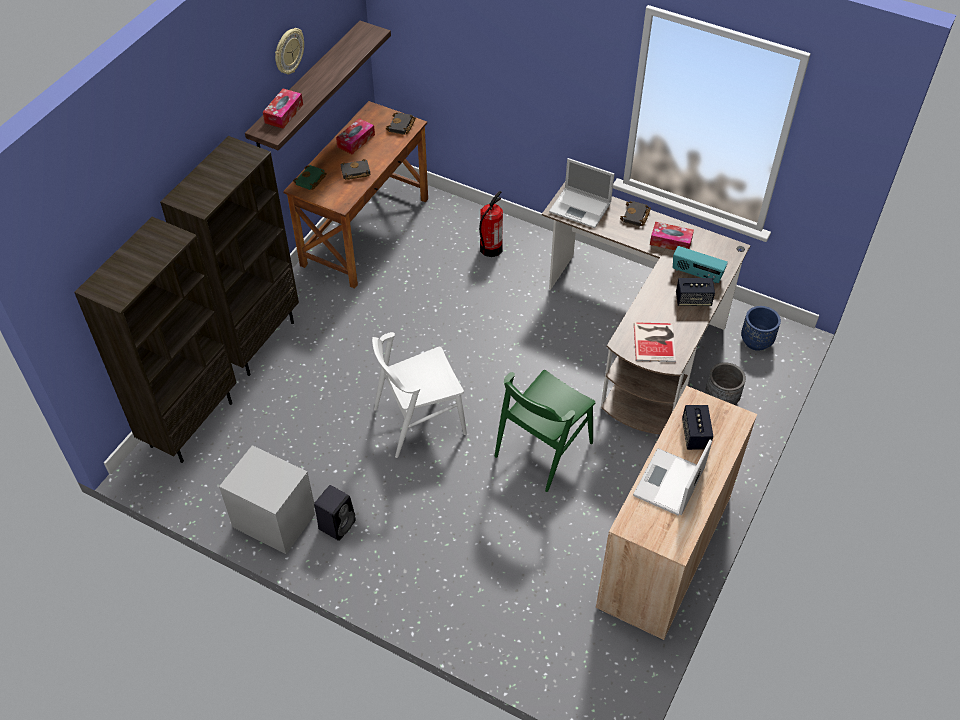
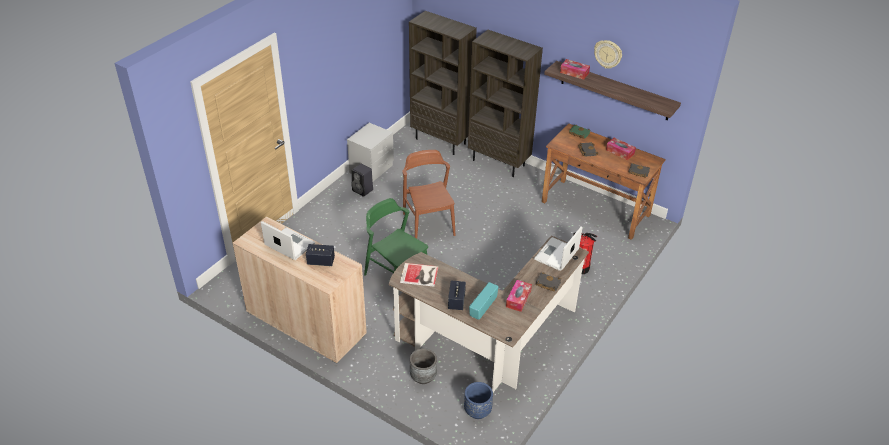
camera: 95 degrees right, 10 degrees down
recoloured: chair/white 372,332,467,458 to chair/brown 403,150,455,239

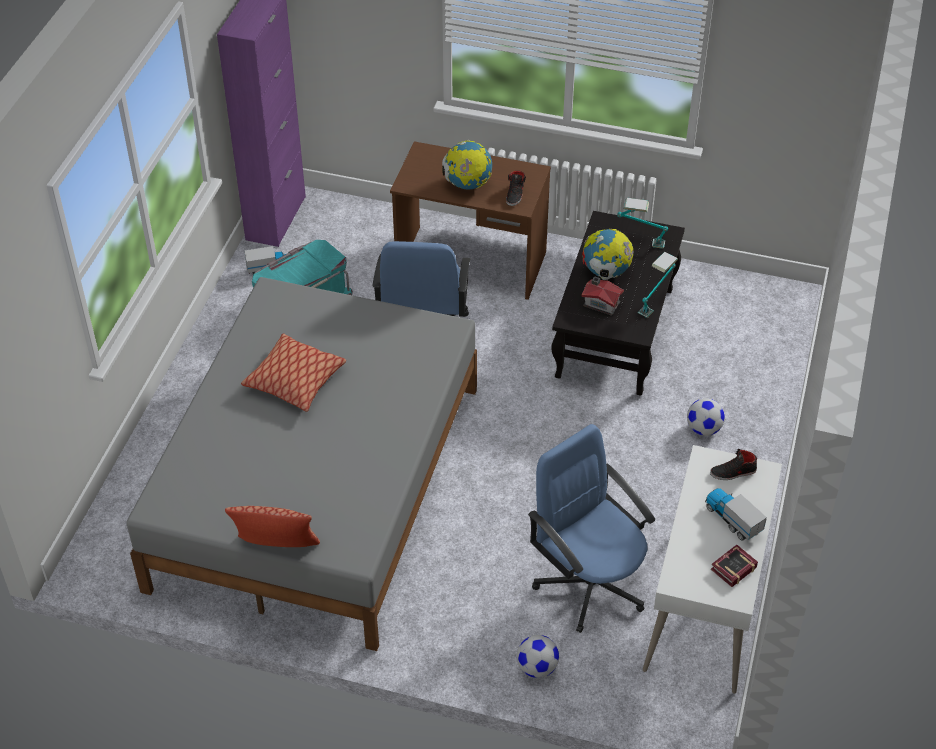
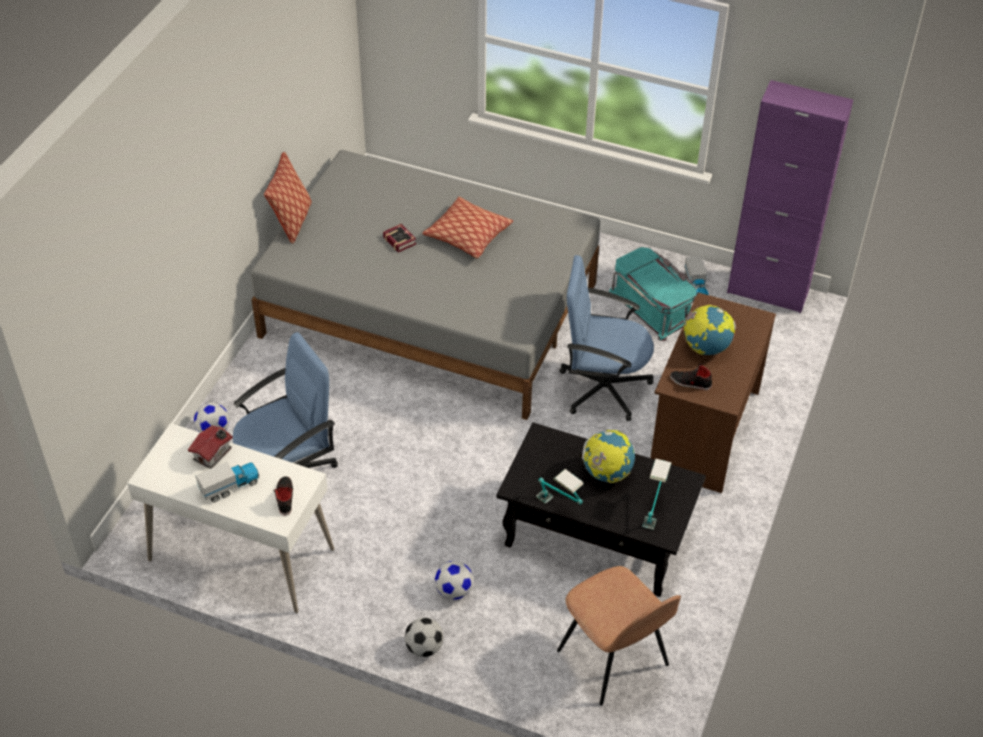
camera: 95 degrees right, 0 degrees up
added: chair/brown 557,566,681,705; ball for football 405,618,444,657
moved: model house 581,276,624,316 to 188,425,233,469; bound book 711,545,758,587 to 383,224,416,253

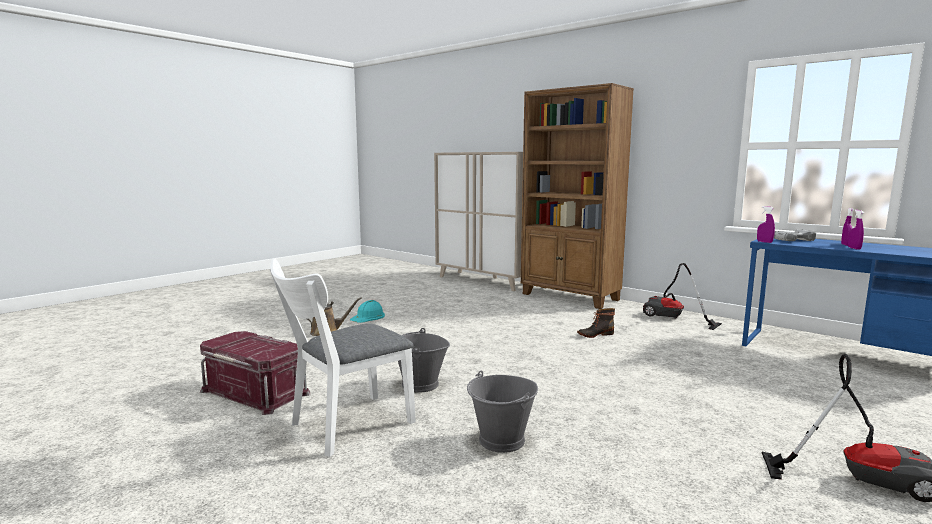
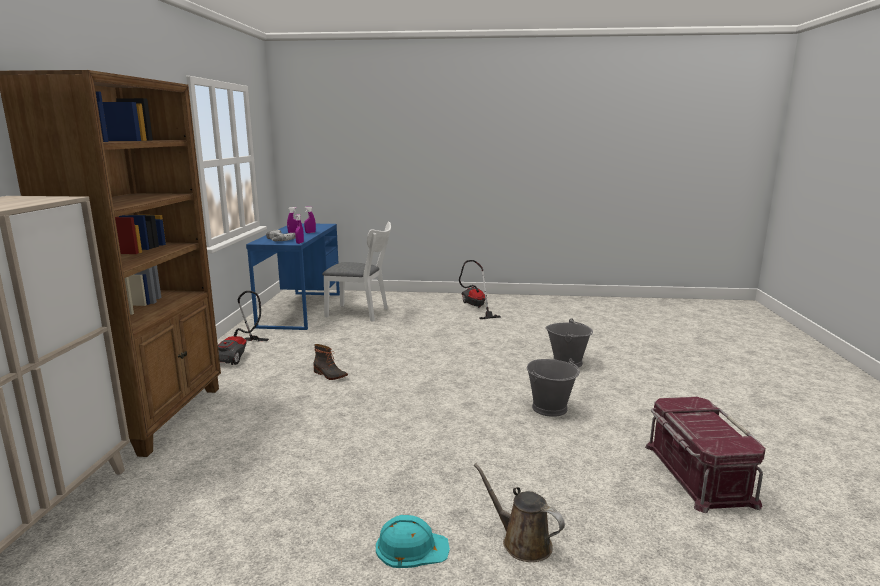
camera: 125 degrees left, 5 degrees up
moved: chair/white 270,258,416,457 to 322,222,391,322

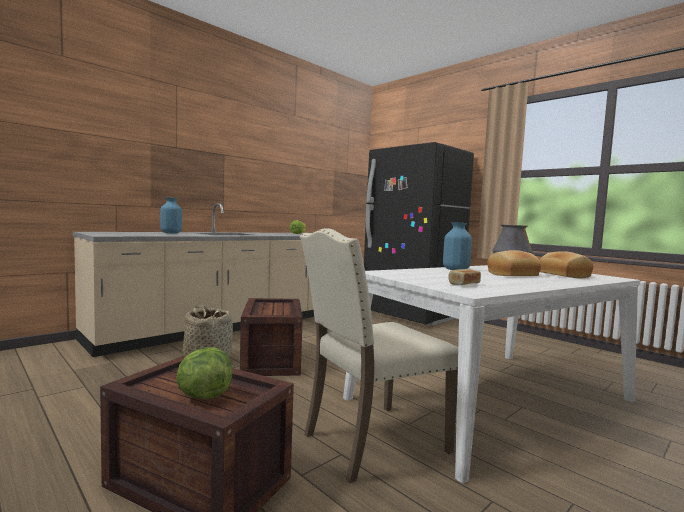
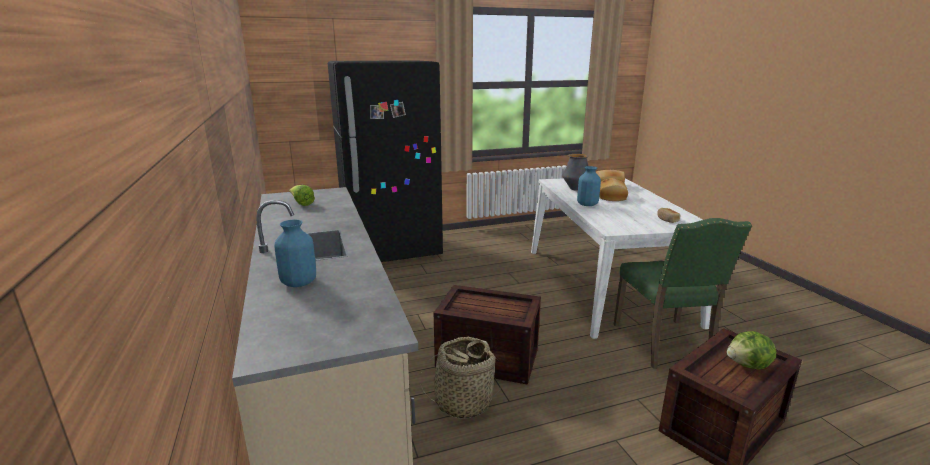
camera: 65 degrees left, 15 degrees up
recoloured: chair/sand-coloured 300,228,458,483 to chair/green 614,218,752,369

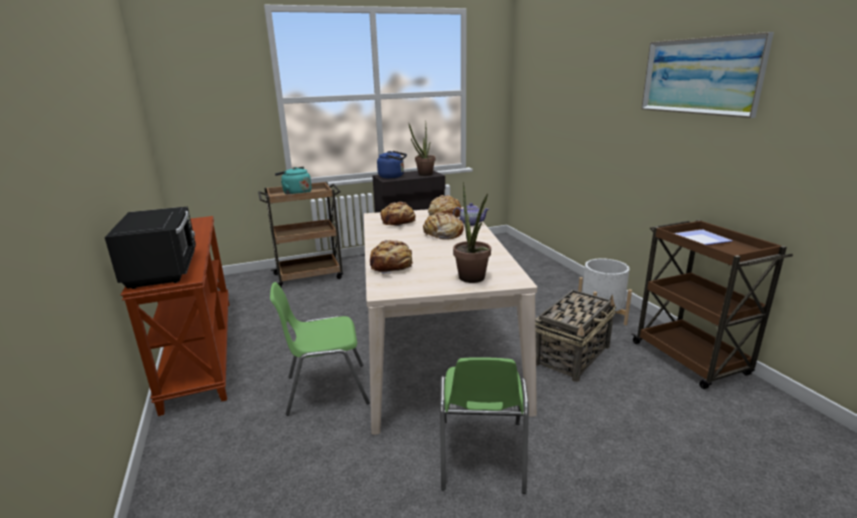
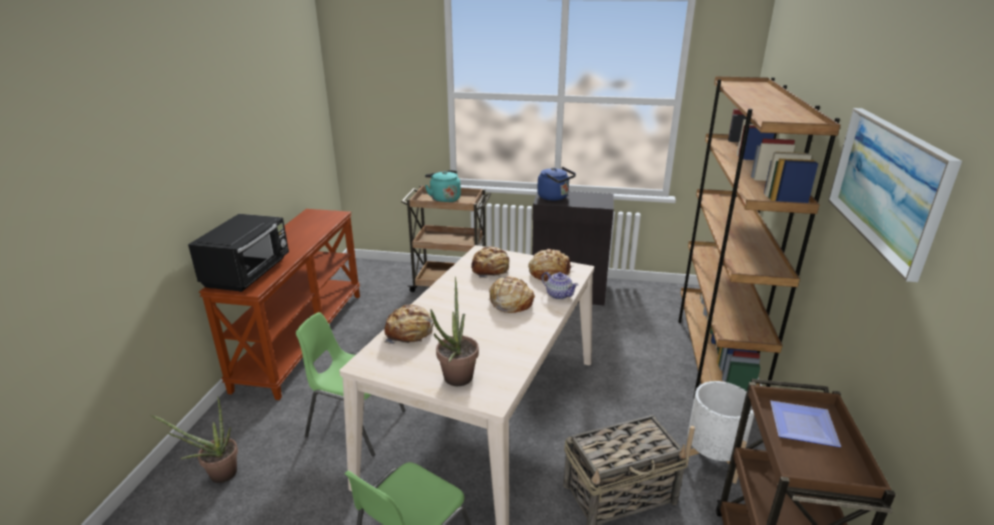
camera: 30 degrees right, 5 degrees up
added: bookshelf/brown 678,76,840,398
moved: plant in a pot 409,124,435,176 to 151,396,238,483

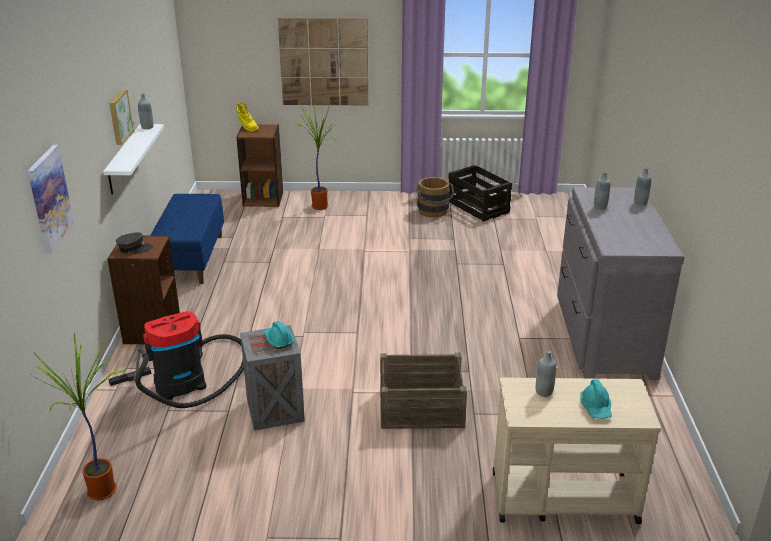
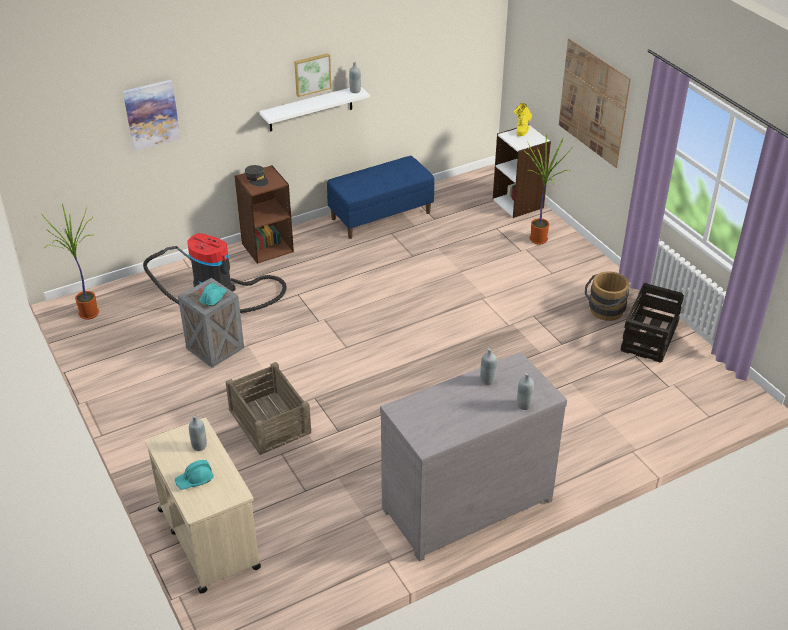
camera: 60 degrees right, 10 degrees up
recoloured: bookshelf/brown 236,124,283,207 to bookshelf/white 493,124,551,218

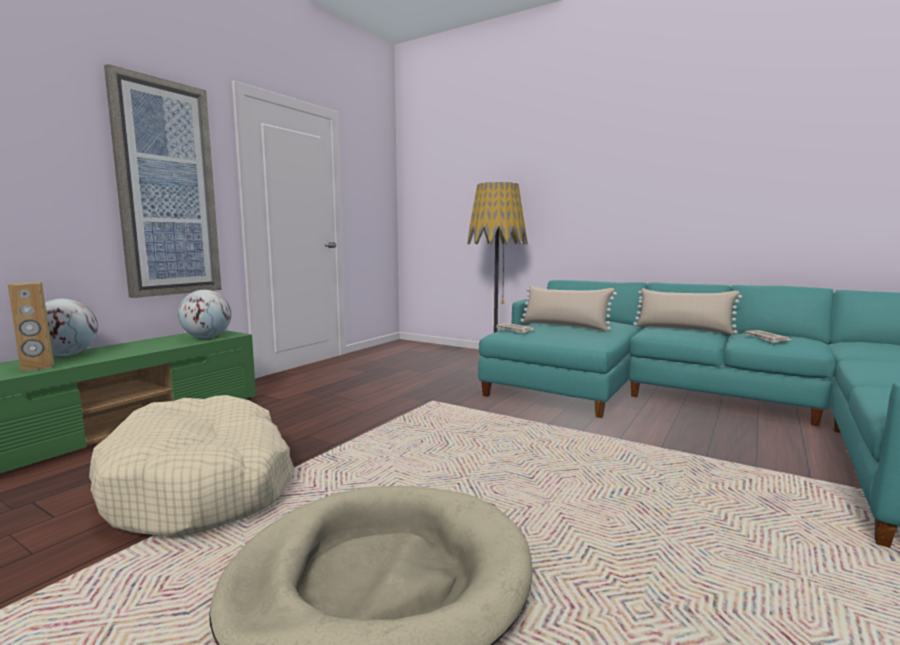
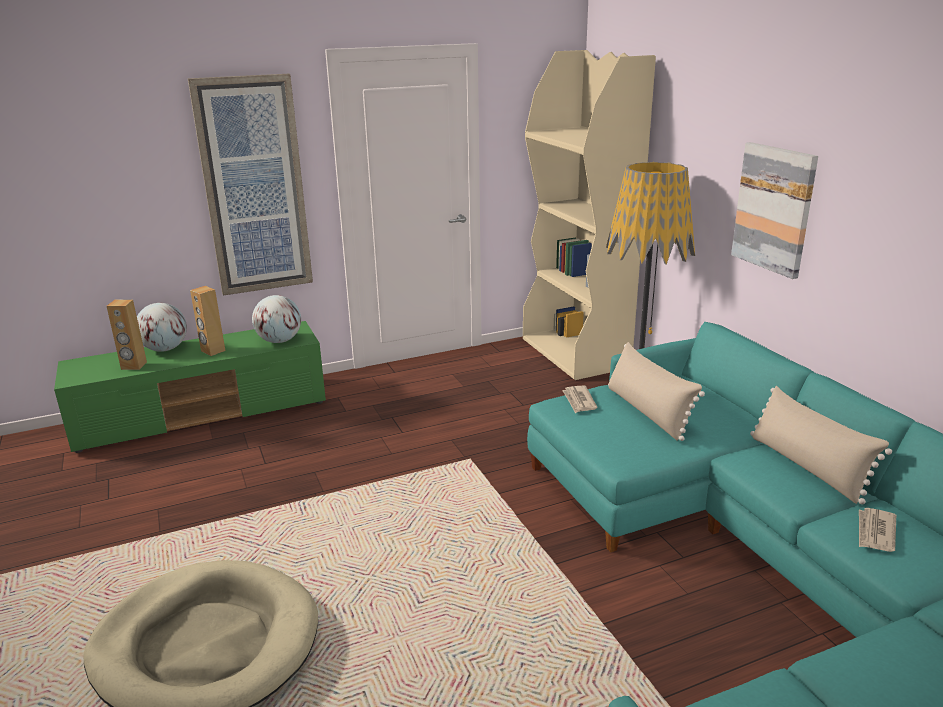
camera: 35 degrees right, 15 degrees up
removed: pet bed/sand-coloured 89,395,294,537
added: bookshelf/sand-coloured 523,50,656,380; wall art 731,142,818,279; speaker/brown 190,286,225,356

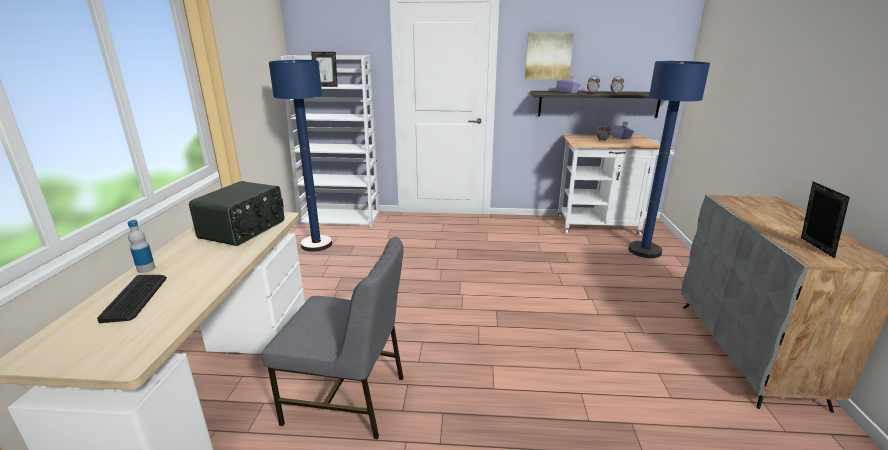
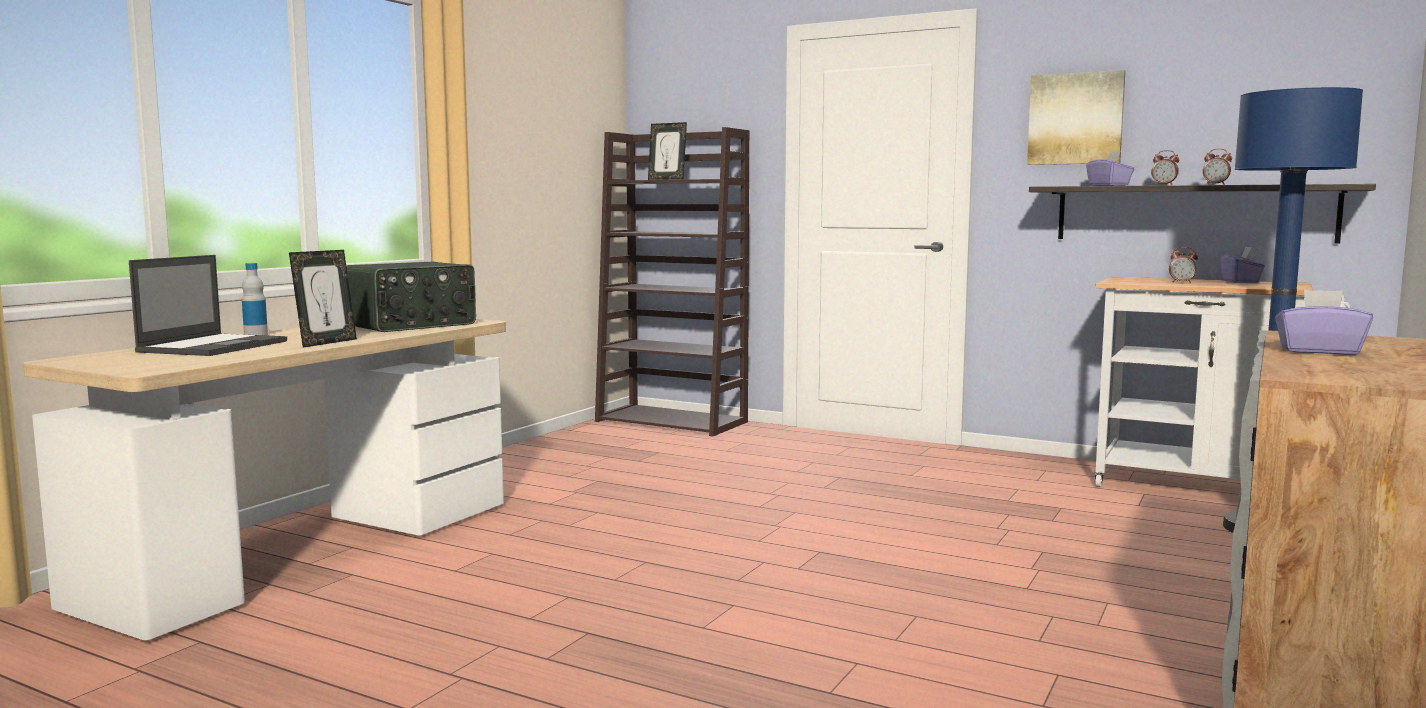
camera: 25 degrees right, 15 degrees down
removed: standing lamp/blue 269,60,332,252; chair/gray 262,237,404,439
added: tissue box/purplish 1275,290,1373,355
moved: picture frame 801,182,850,258 to 289,250,357,348
replaced: keyboard 97,275,167,323 to notebook computer 129,255,287,356
recoloured: bookshelf/white 281,55,380,227 to bookshelf/brown 595,127,749,436

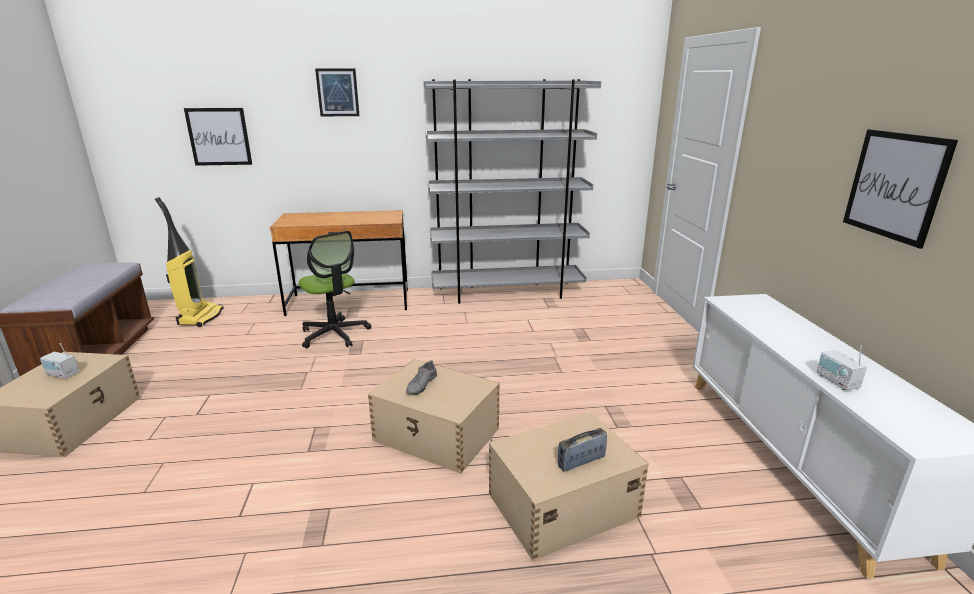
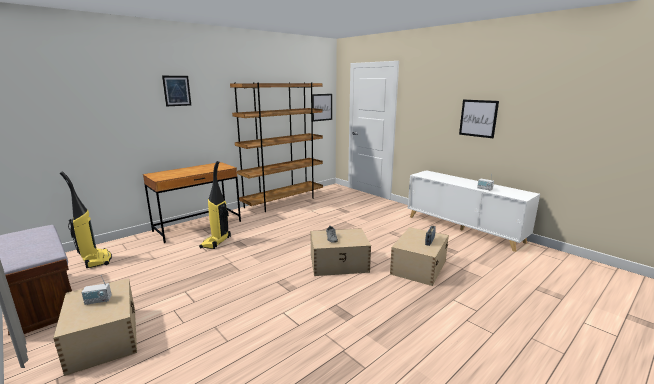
camera: 35 degrees left, 5 degrees down
moved: wall art 184,108,252,166 to 312,94,332,122
replaced: computer chair 299,231,371,348 to vacuum 199,161,231,249
recoloured: bookshelf/gray 423,79,601,304 to bookshelf/brown 230,82,323,212

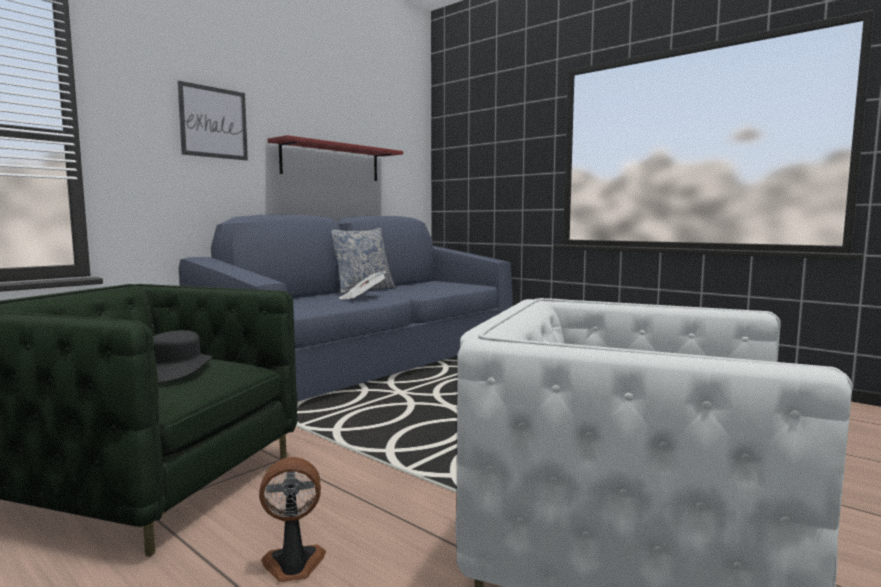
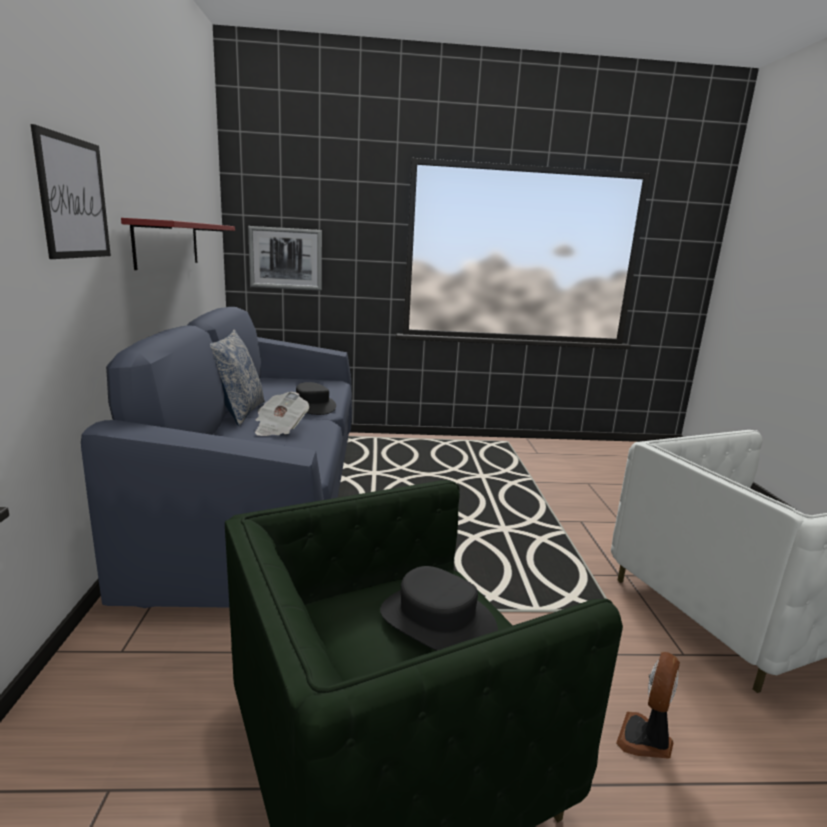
camera: 45 degrees left, 10 degrees up
added: wall art 248,226,322,291; clothing hat/blackish 296,382,336,415

